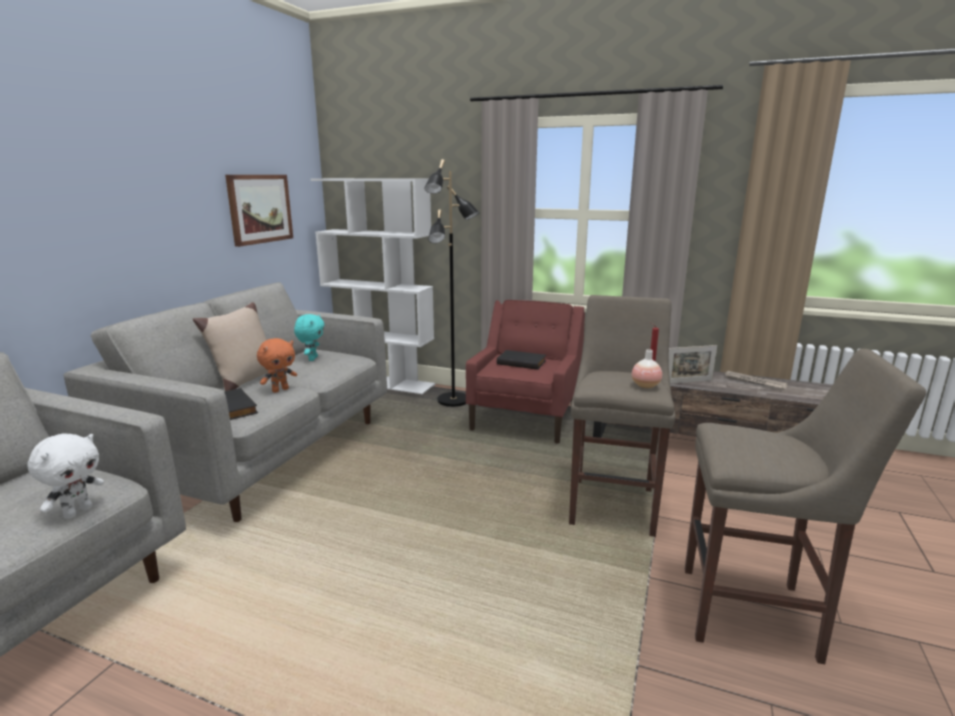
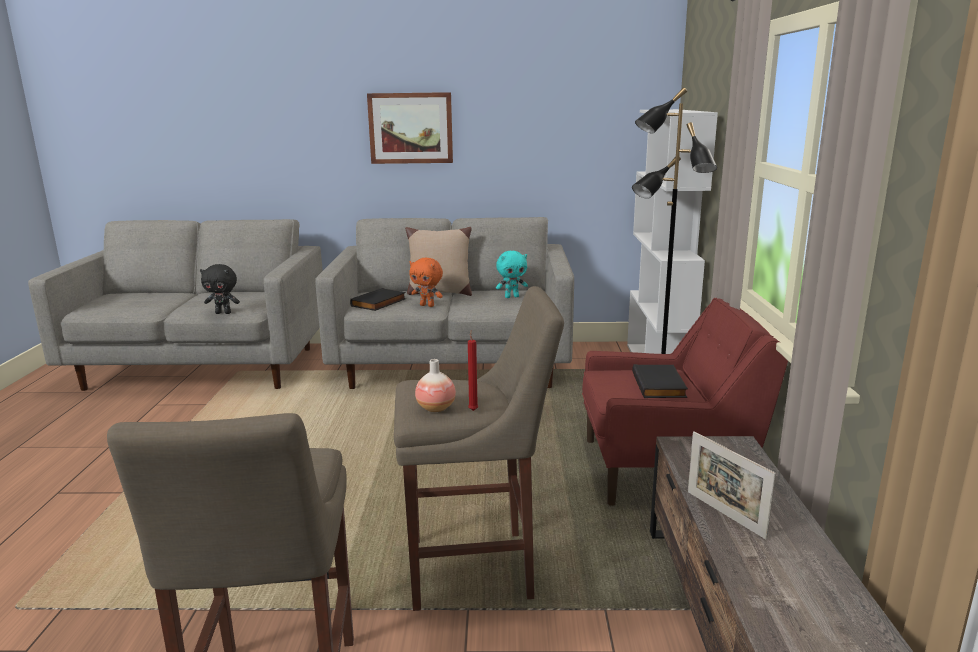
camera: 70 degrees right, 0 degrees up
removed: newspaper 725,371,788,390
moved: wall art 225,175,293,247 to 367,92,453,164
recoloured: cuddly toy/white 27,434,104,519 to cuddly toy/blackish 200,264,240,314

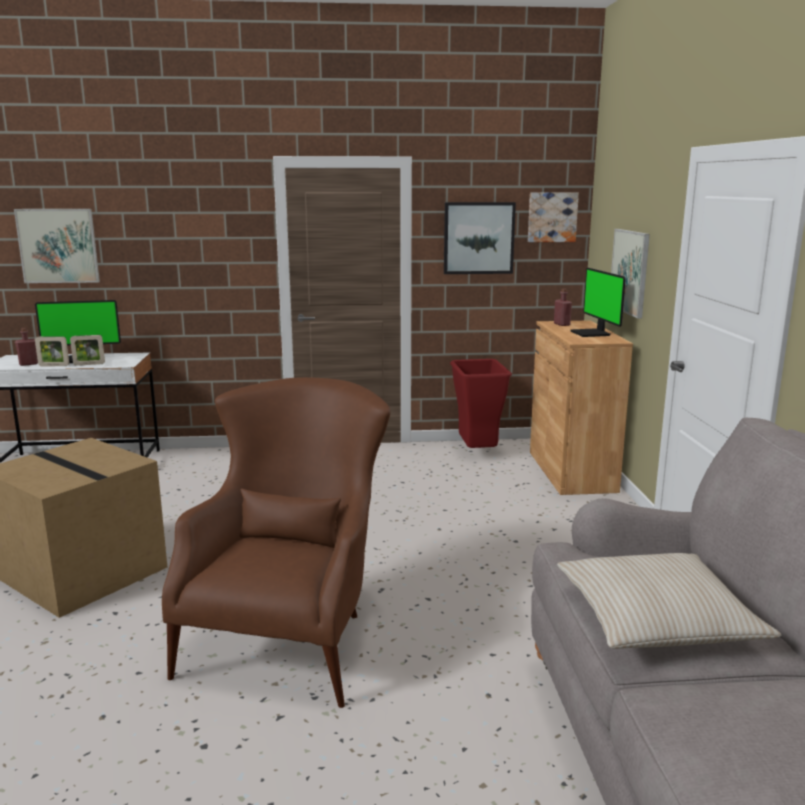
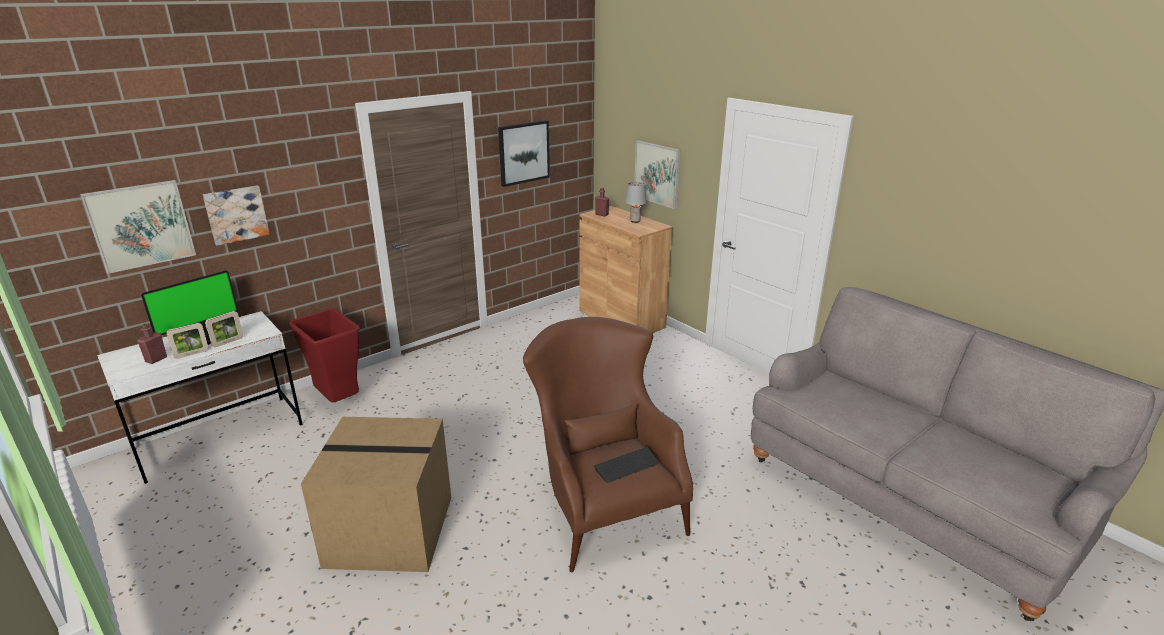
camera: 35 degrees left, 10 degrees up
removed: cushion/sand-coloured 557,553,781,649
added: keyboard 594,447,659,483
moved: wall art 528,193,579,242 to 203,185,270,246; trash can/reddish 450,359,512,448 to 289,308,360,402
replaced: computer display 570,268,626,337 to lamp for a table/gray 625,182,646,223

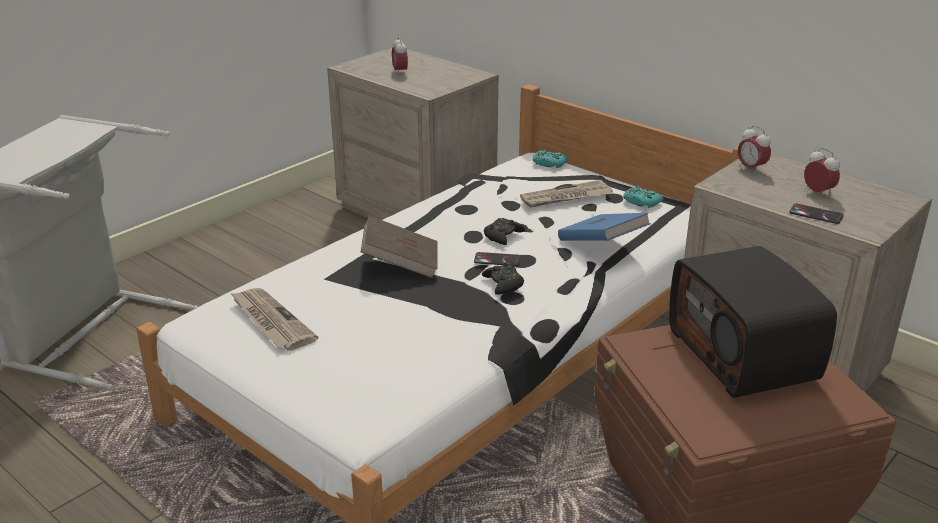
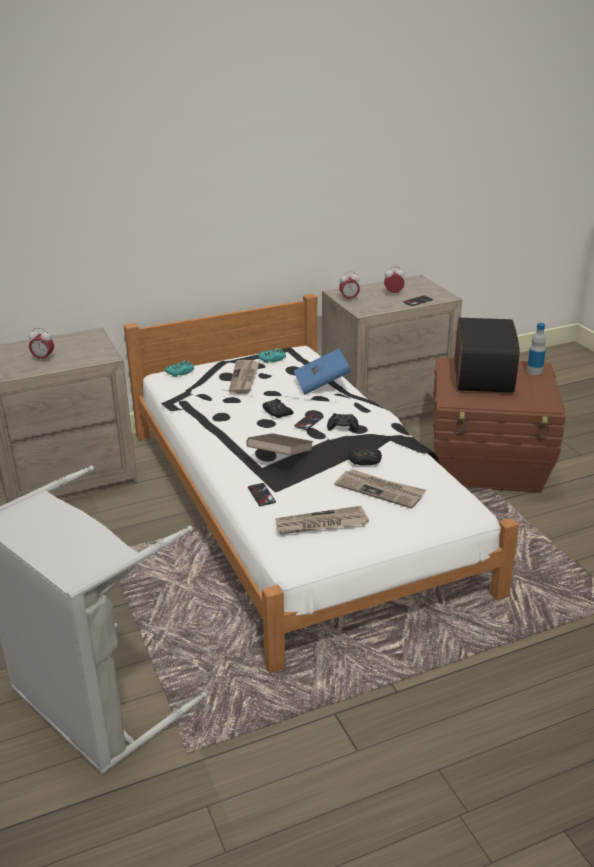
camera: 65 degrees left, 0 degrees up
added: beverage bottle 527,323,546,375; joypad/blackish 348,448,382,465; newspaper 334,469,426,509; telephone 248,483,276,506
turned: radio 669,246,837,398 = 455,318,520,393 90 degrees counterclockwise

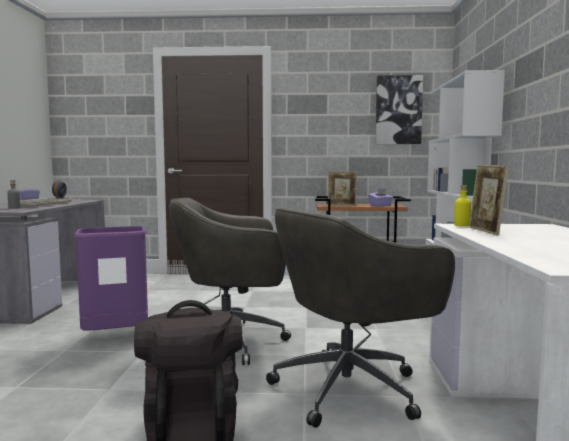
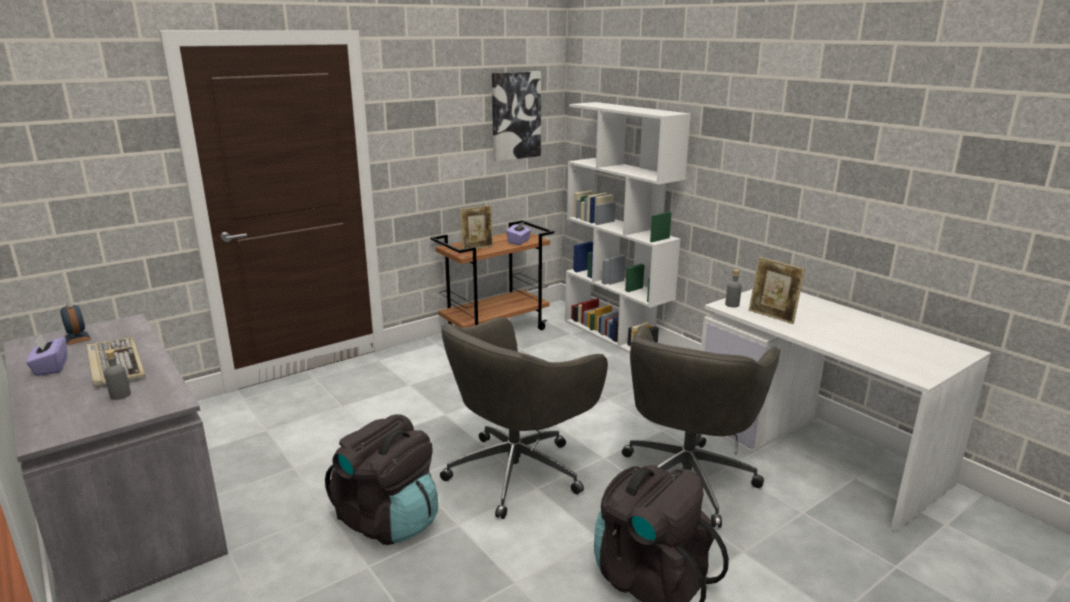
camera: 40 degrees left, 15 degrees up
replaced: trash can/purplish 74,226,148,331 to backpack/blackish 325,414,438,545
recoloured: beverage bottle/yellowish 454,185,471,226 to beverage bottle/gray 725,269,742,308

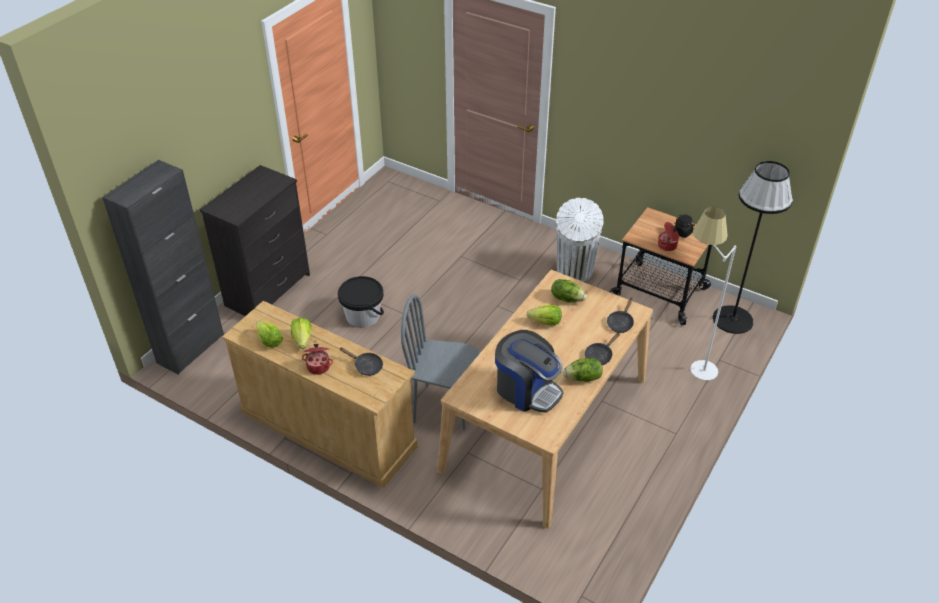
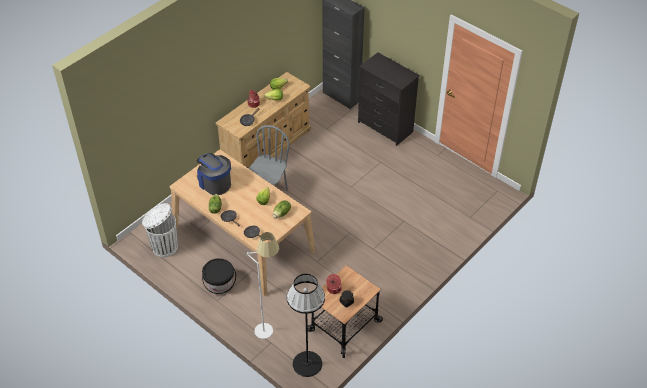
camera: 100 degrees right, 5 degrees up
moved: trash can/white 556,198,604,282 to 142,203,178,257; bucket/blackish 338,276,384,328 to 202,258,236,294
turned: coffee brewer 495,330,564,413 = 196,153,231,195 90 degrees clockwise

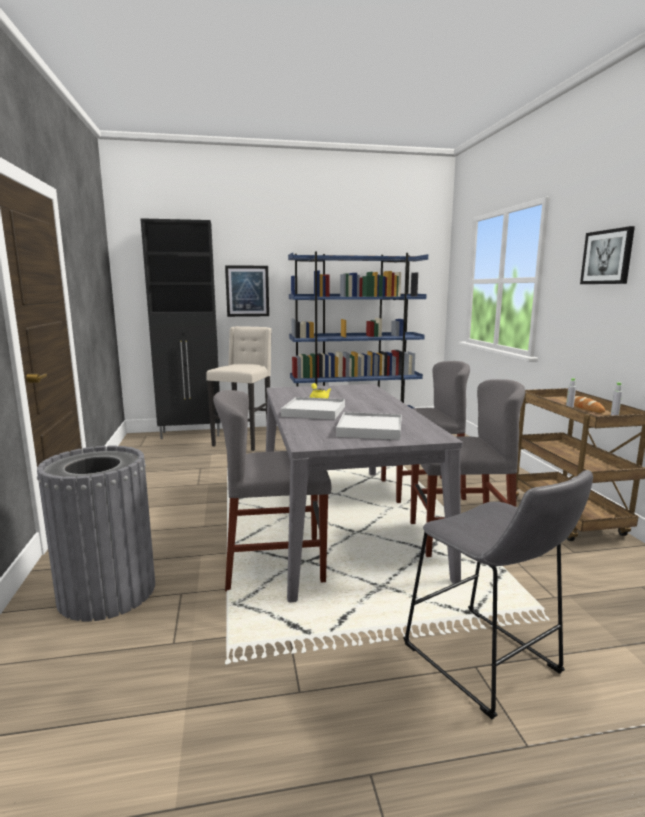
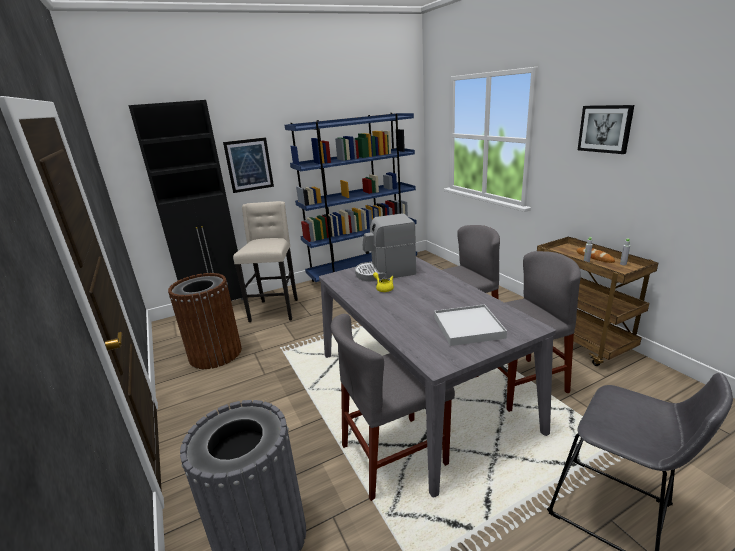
camera: 15 degrees left, 10 degrees up
removed: carrying tray/white 281,397,345,420
added: coffee brewer 355,213,416,282; trash can/brown 168,273,242,369

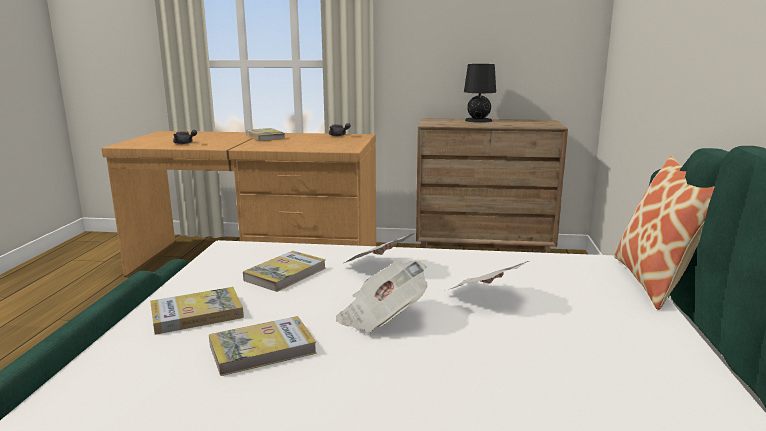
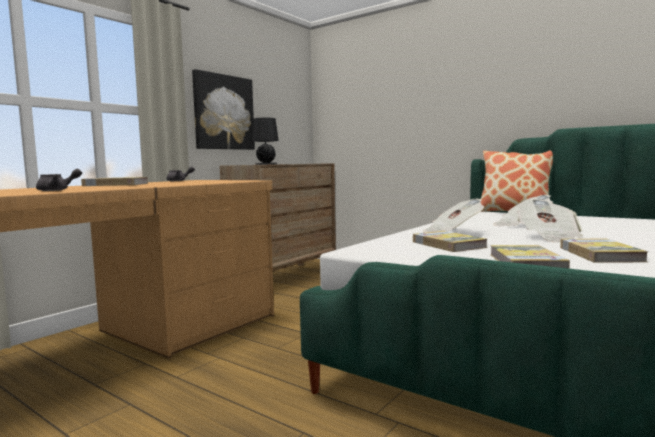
camera: 60 degrees left, 10 degrees down
added: wall art 192,69,255,150

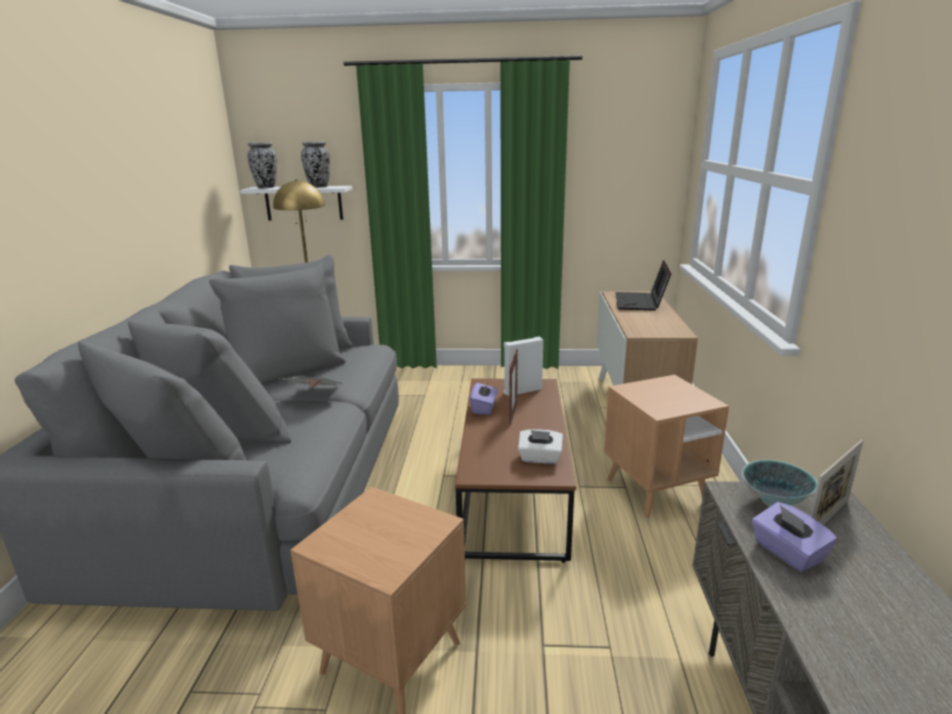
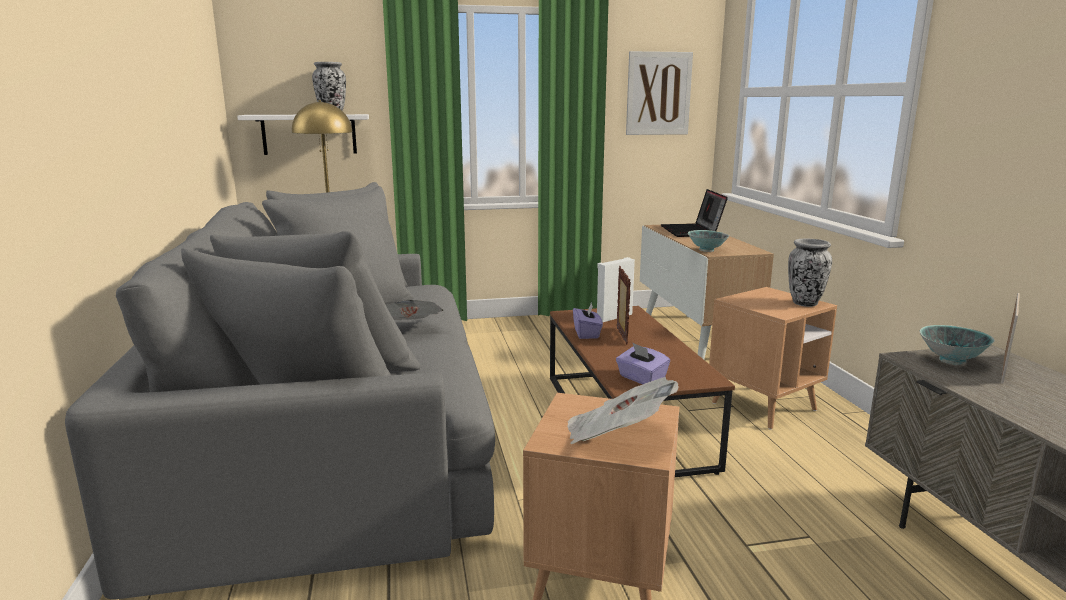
camera: 15 degrees left, 5 degrees down
removed: tissue box/white 518,429,563,464
added: wall art 626,51,693,135; serving bowl 688,230,729,252; newspaper 568,377,678,444
moved: flower vase 247,142,277,188 to 788,239,832,307; tissue box/purplish 752,502,837,572 to 616,342,670,385

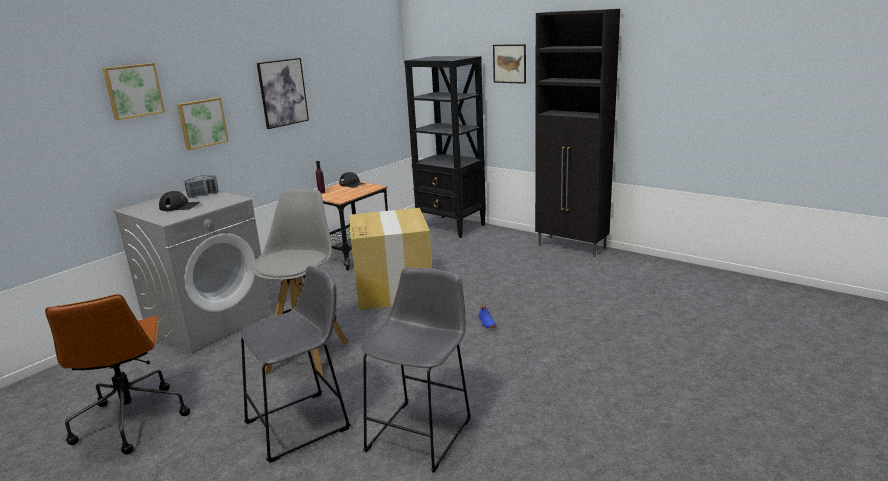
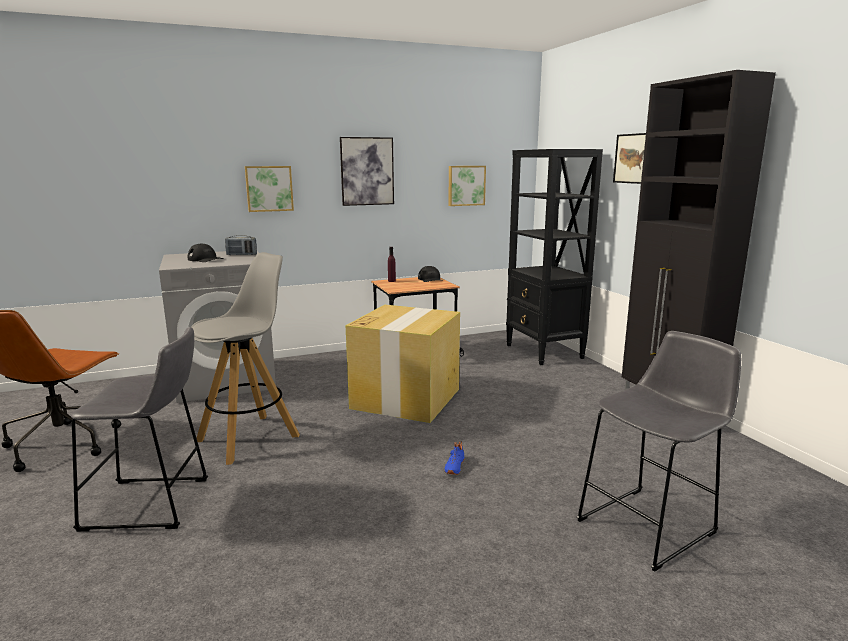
camera: 30 degrees right, 5 degrees down
moved: wall art 102,63,165,120 to 448,166,486,206; stool/gray 361,267,471,473 to 576,331,741,572

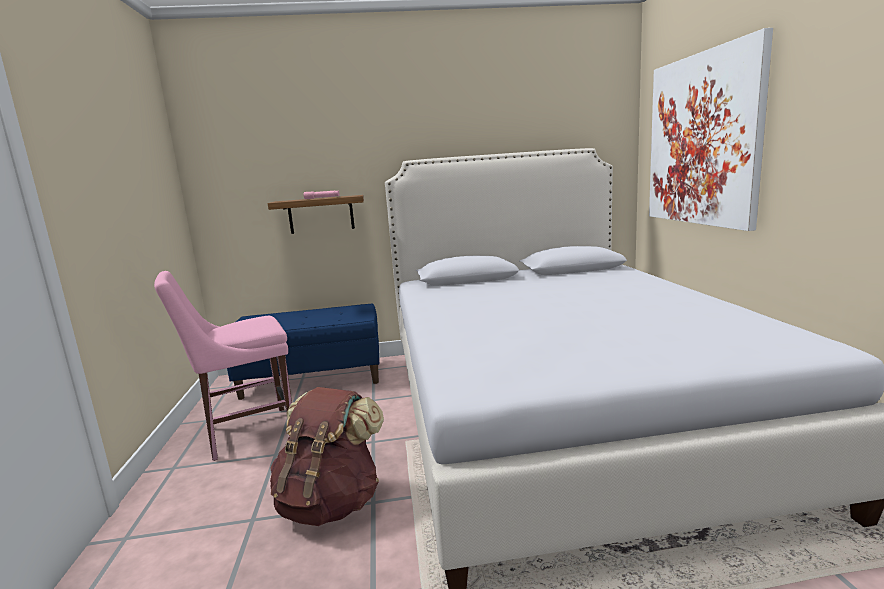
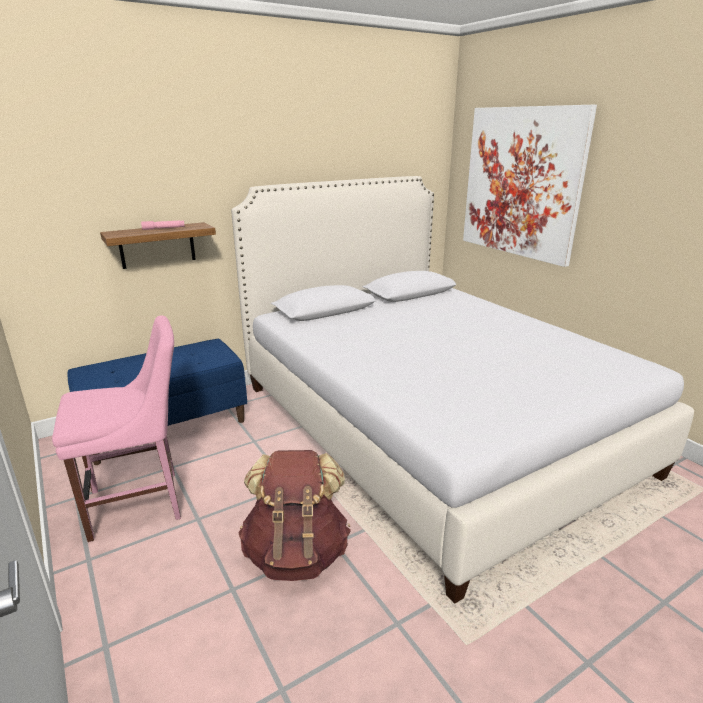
camera: 25 degrees left, 10 degrees up
turned: chair/pink 154,271,292,461 = 52,316,181,542 150 degrees counterclockwise

